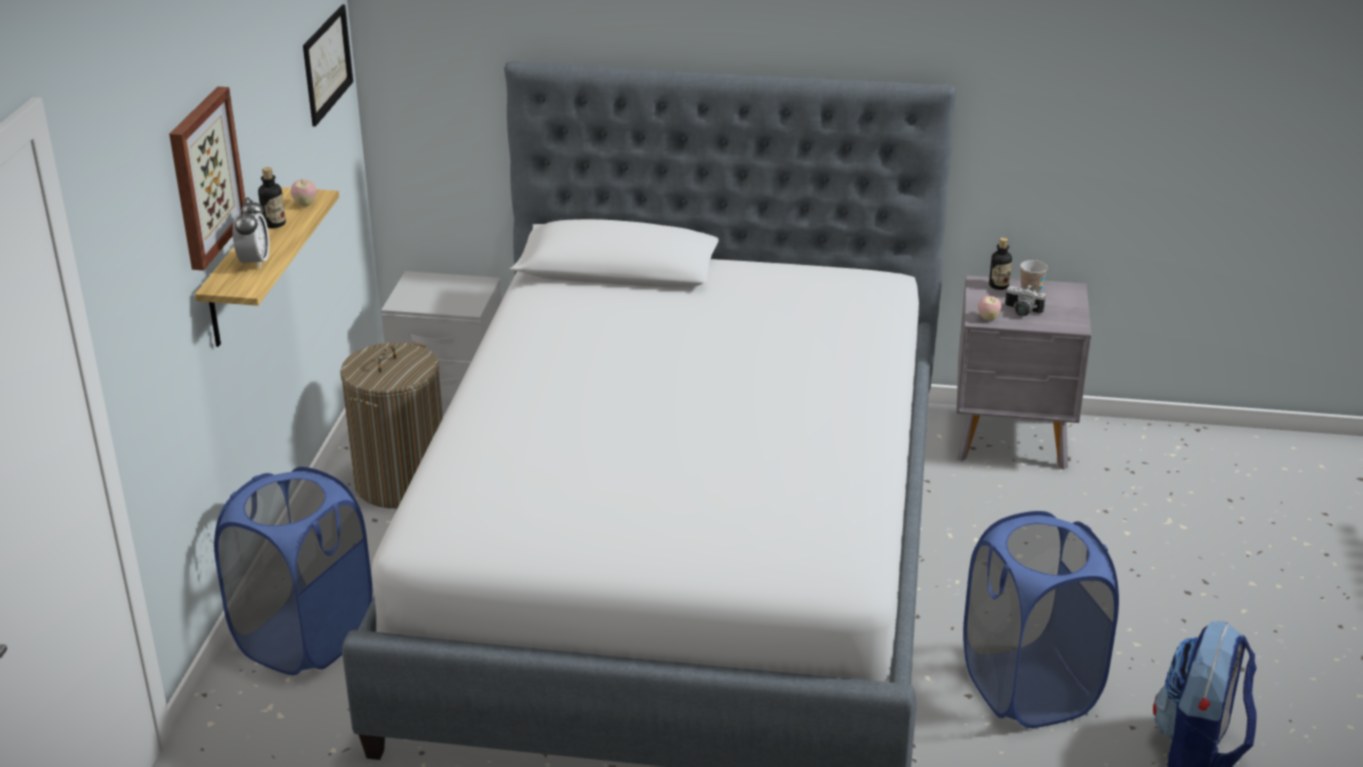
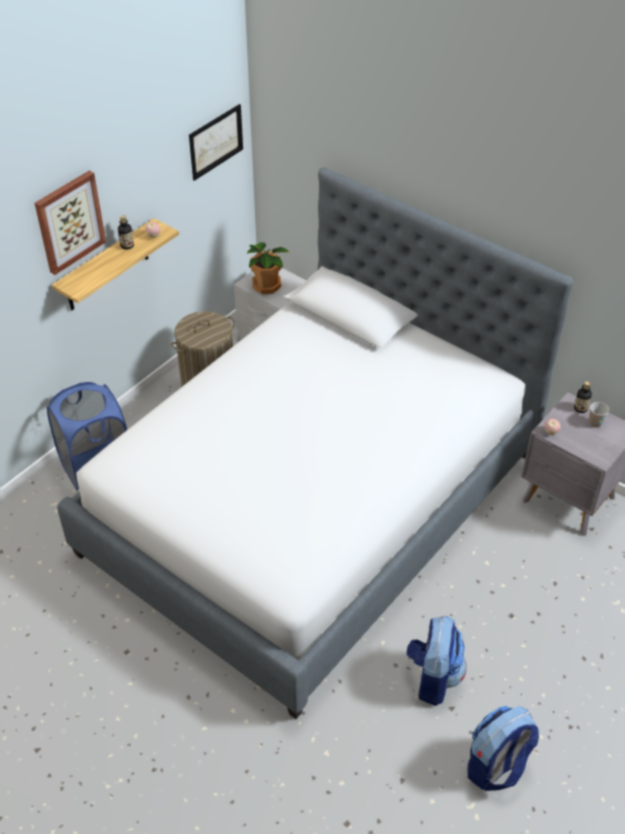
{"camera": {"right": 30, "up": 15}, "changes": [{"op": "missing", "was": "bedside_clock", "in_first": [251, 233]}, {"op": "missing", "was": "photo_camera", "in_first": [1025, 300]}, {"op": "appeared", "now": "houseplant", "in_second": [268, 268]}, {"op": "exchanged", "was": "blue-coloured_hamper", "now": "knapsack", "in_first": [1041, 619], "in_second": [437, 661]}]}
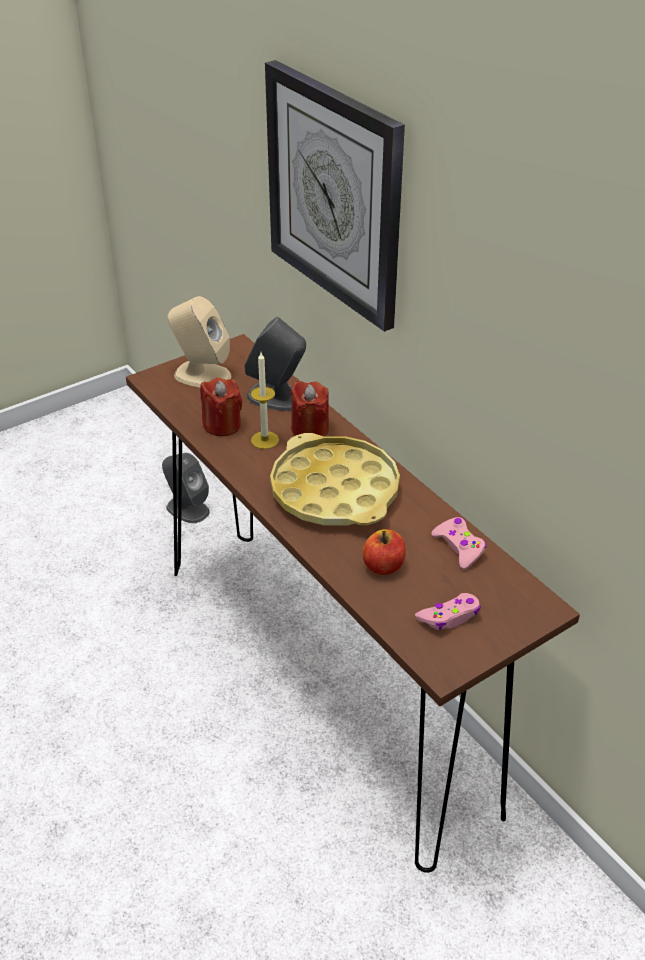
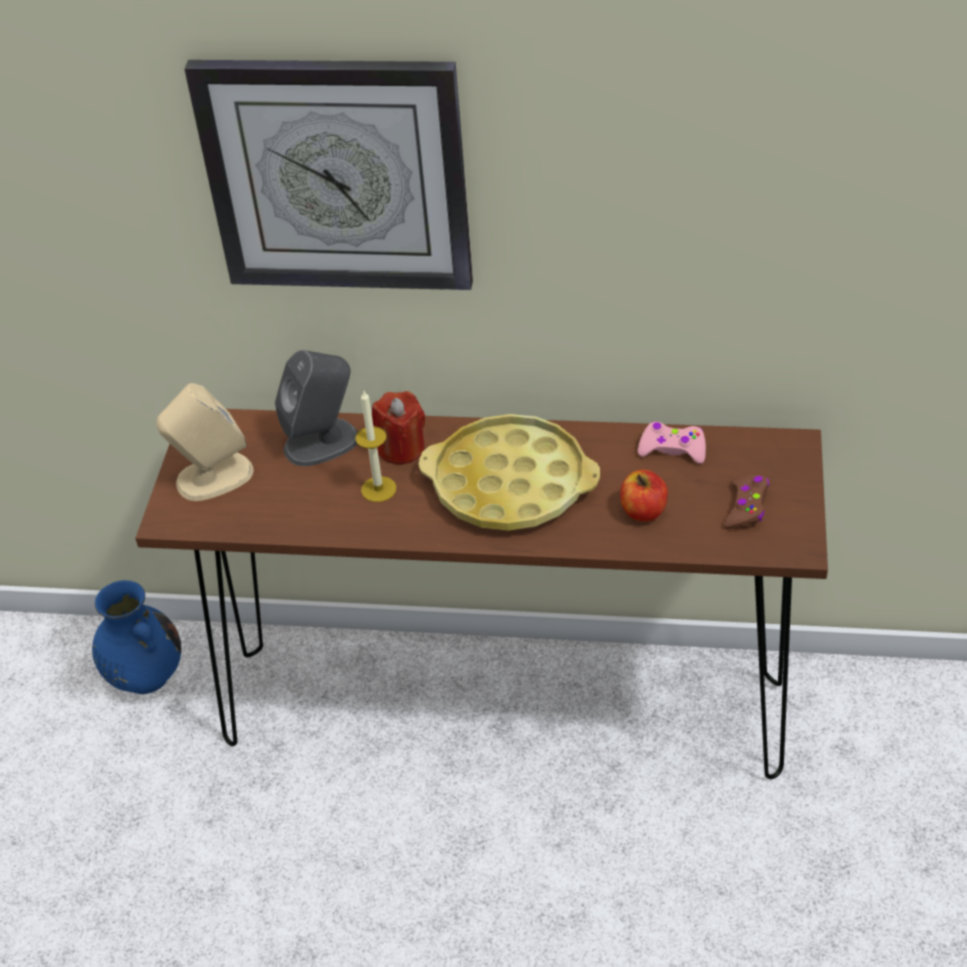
{"camera": {"right": -45, "up": 5}, "changes": [{"op": "missing", "was": "red_candle", "in_first": [221, 406]}, {"op": "exchanged", "was": "greyish_loudspeaker", "now": "blue-coloured_flower_vase", "in_first": [186, 488], "in_second": [136, 637]}, {"op": "colour", "was": "pink_gamepad", "now": "brown-coloured_gamepad", "in_first": [448, 611], "in_second": [746, 501]}]}
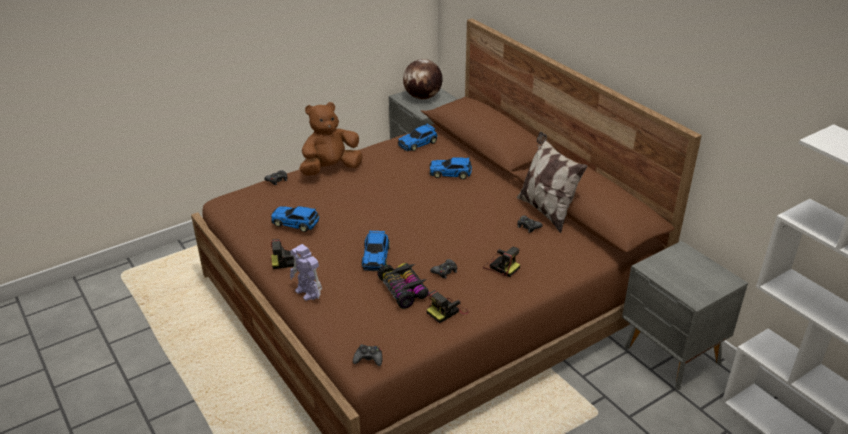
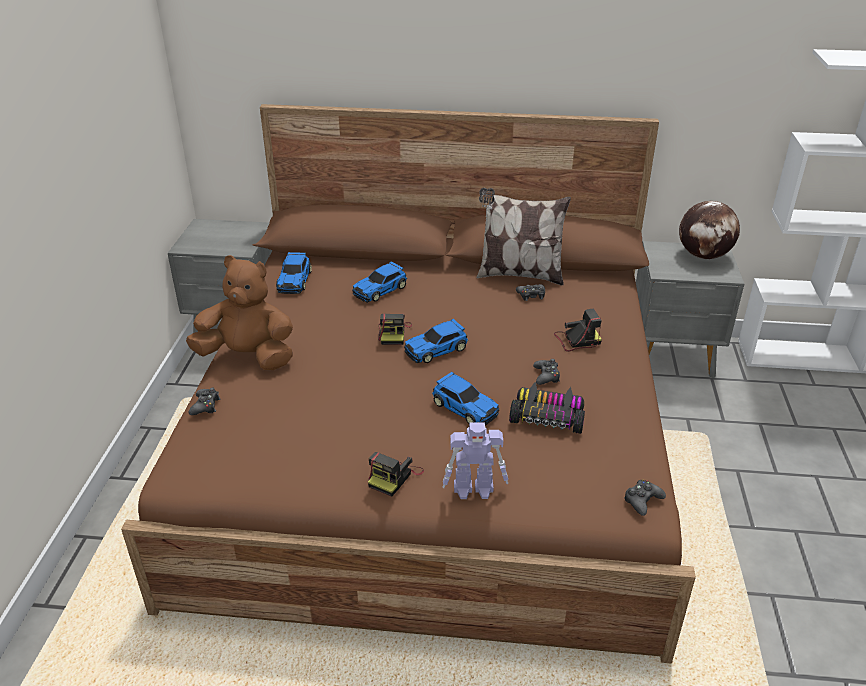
{"camera": {"right": -50, "up": 0}, "changes": [{"op": "relocated", "was": "model_car", "in_first": [295, 219], "in_second": [436, 341]}, {"op": "relocated", "was": "desk_globe", "in_first": [423, 79], "in_second": [709, 230]}, {"op": "relocated", "was": "photo_camera", "in_first": [448, 306], "in_second": [395, 329]}, {"op": "spun", "was": "brown-coloured_cuddly_toy", "in_first": [331, 139], "in_second": [239, 312], "clockwise": 90}]}
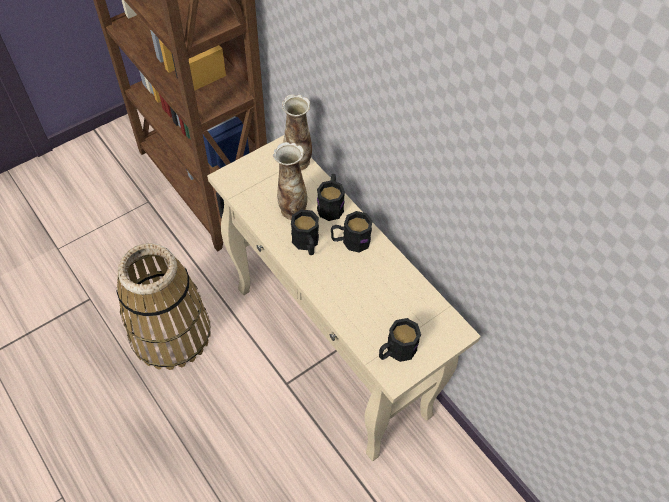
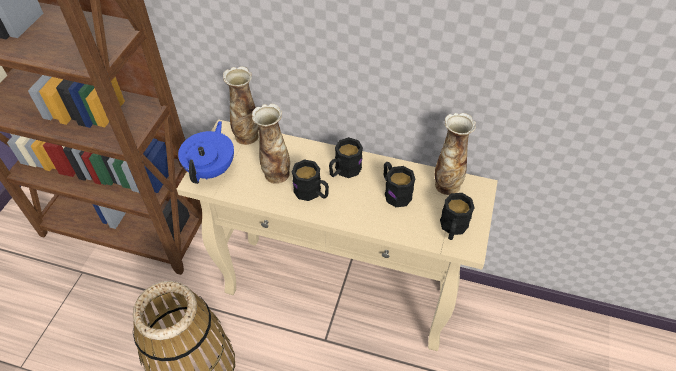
{"camera": {"right": -35, "up": -5}, "changes": [{"op": "appeared", "now": "blue-coloured_pot_for_tea", "in_second": [206, 152]}, {"op": "appeared", "now": "flower_vase", "in_second": [455, 154]}, {"op": "relocated", "was": "black_coffee_mug", "in_first": [331, 197], "in_second": [400, 184]}]}
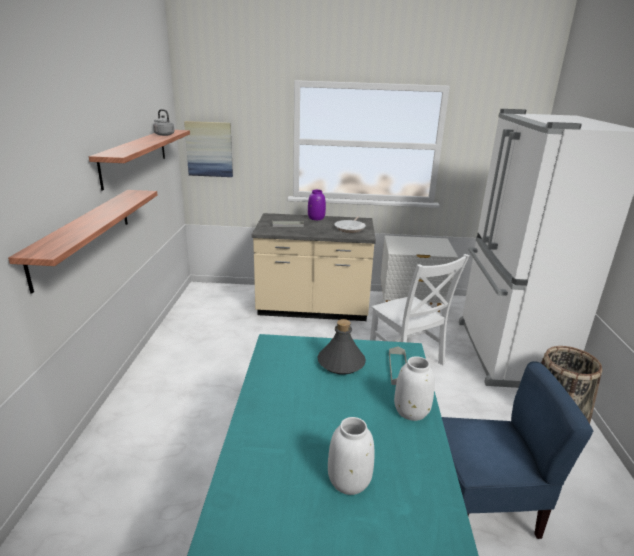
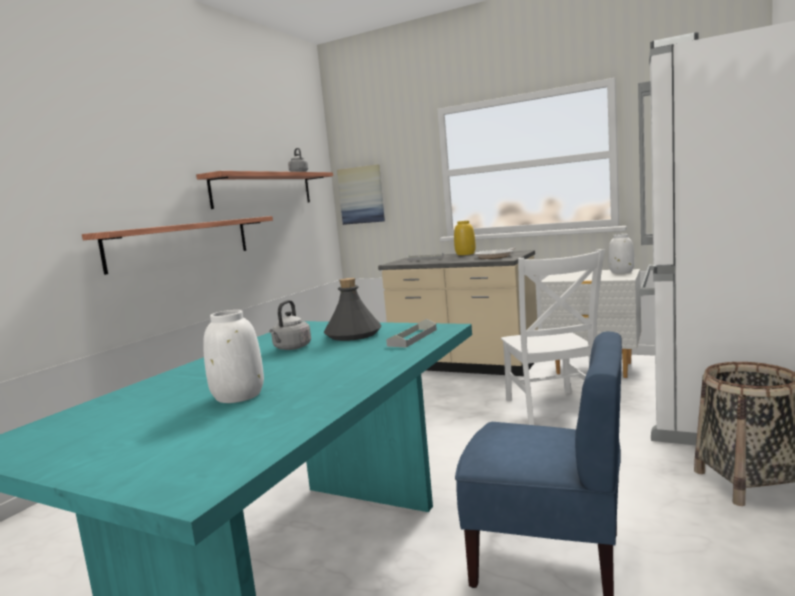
{"camera": {"right": 25, "up": -15}, "changes": [{"op": "appeared", "now": "greyish_kettle", "in_second": [290, 325]}, {"op": "relocated", "was": "whitish_flower_vase", "in_first": [414, 388], "in_second": [621, 253]}, {"op": "colour", "was": "purplish_flower_vase", "now": "yellow_flower_vase", "in_first": [317, 205], "in_second": [465, 238]}]}
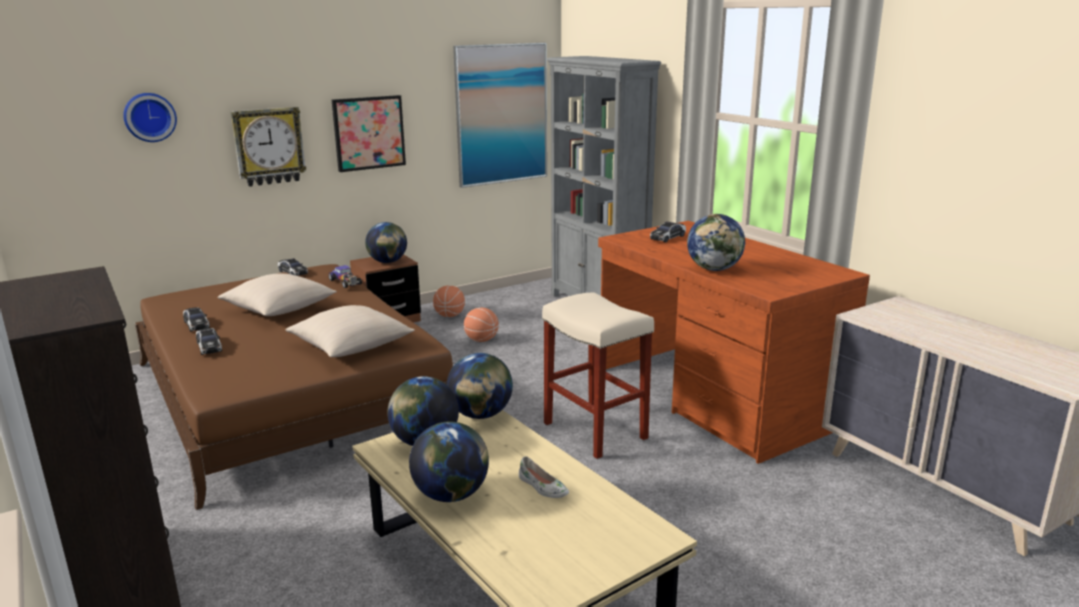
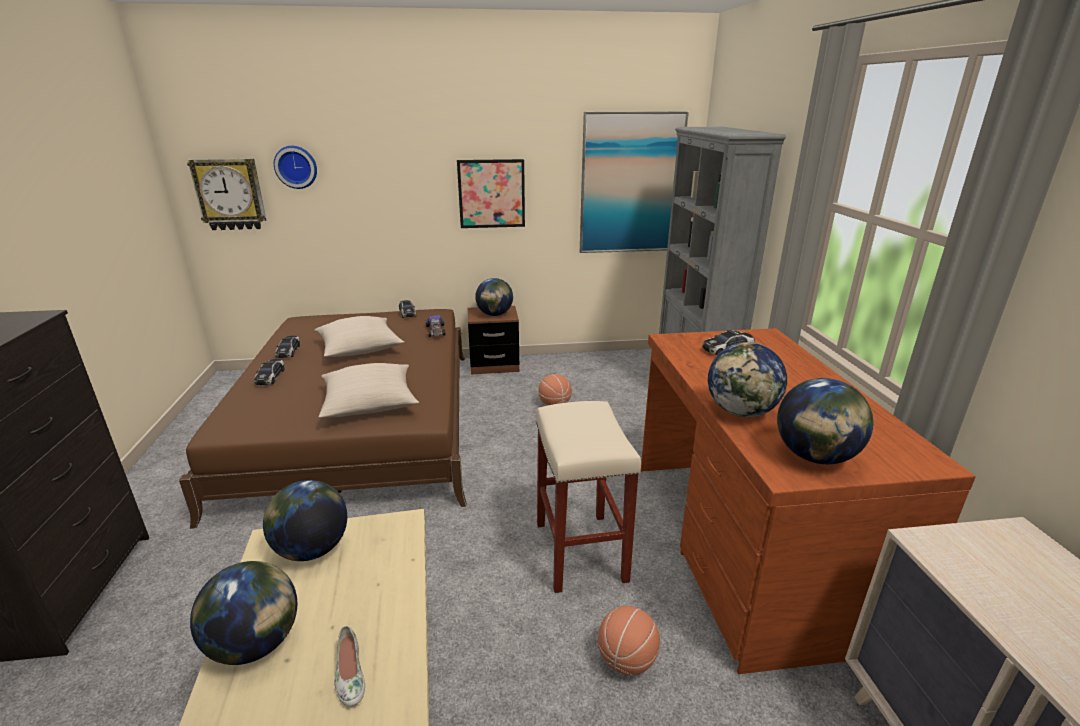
{"camera": {"right": 25, "up": 5}, "changes": [{"op": "relocated", "was": "hanging_clock", "in_first": [268, 147], "in_second": [226, 194]}, {"op": "relocated", "was": "ball_for_basketball", "in_first": [449, 301], "in_second": [629, 640]}, {"op": "relocated", "was": "desk_globe", "in_first": [480, 386], "in_second": [825, 421]}]}
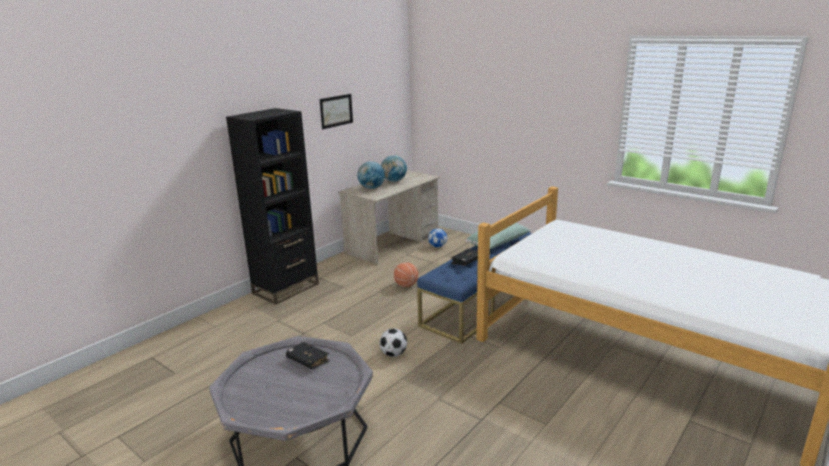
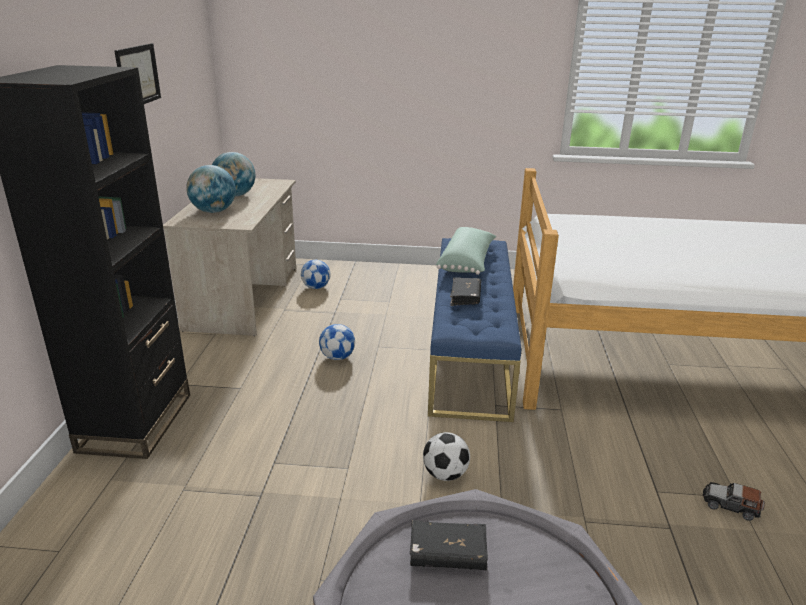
{"camera": {"right": -35, "up": 5}, "changes": [{"op": "appeared", "now": "model_car", "in_second": [734, 501]}, {"op": "exchanged", "was": "ball_for_basketball", "now": "ball_for_football", "in_first": [406, 274], "in_second": [337, 342]}]}
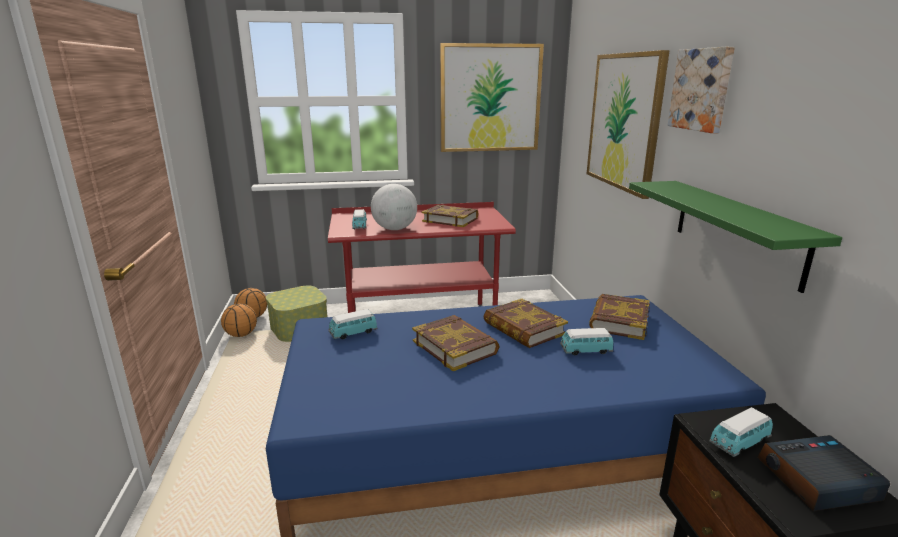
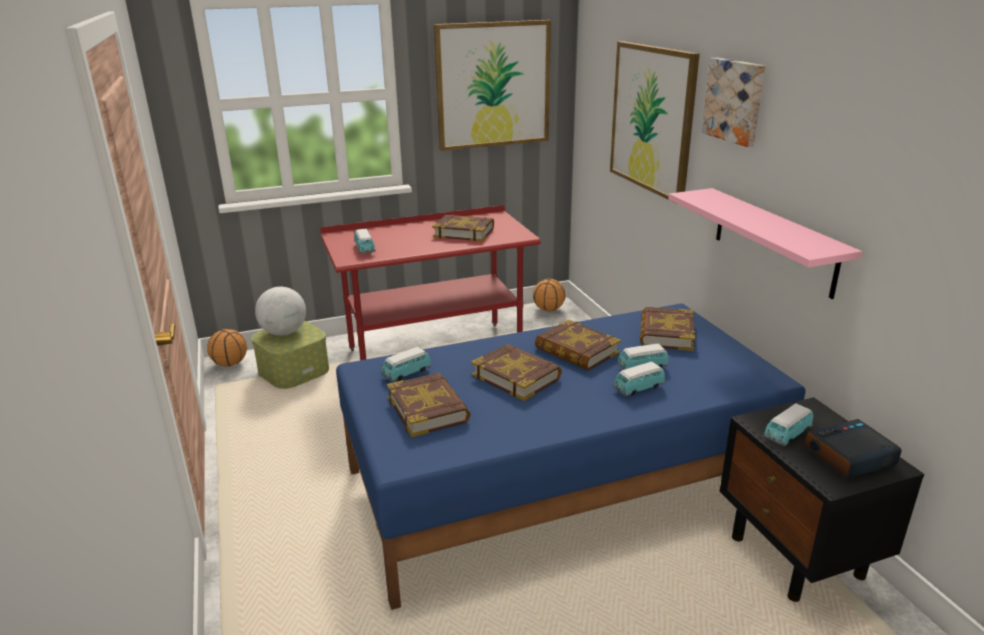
{"camera": {"right": -10, "up": 5}, "changes": [{"op": "appeared", "now": "volume", "in_second": [429, 405]}, {"op": "appeared", "now": "model_car", "in_second": [639, 378]}, {"op": "relocated", "was": "ball_for_basketball", "in_first": [239, 320], "in_second": [549, 295]}, {"op": "relocated", "was": "desk_globe", "in_first": [394, 207], "in_second": [280, 311]}, {"op": "colour", "was": "green-coloured_bracket_shelf", "now": "pink_bracket_shelf", "in_first": [735, 237], "in_second": [765, 243]}]}
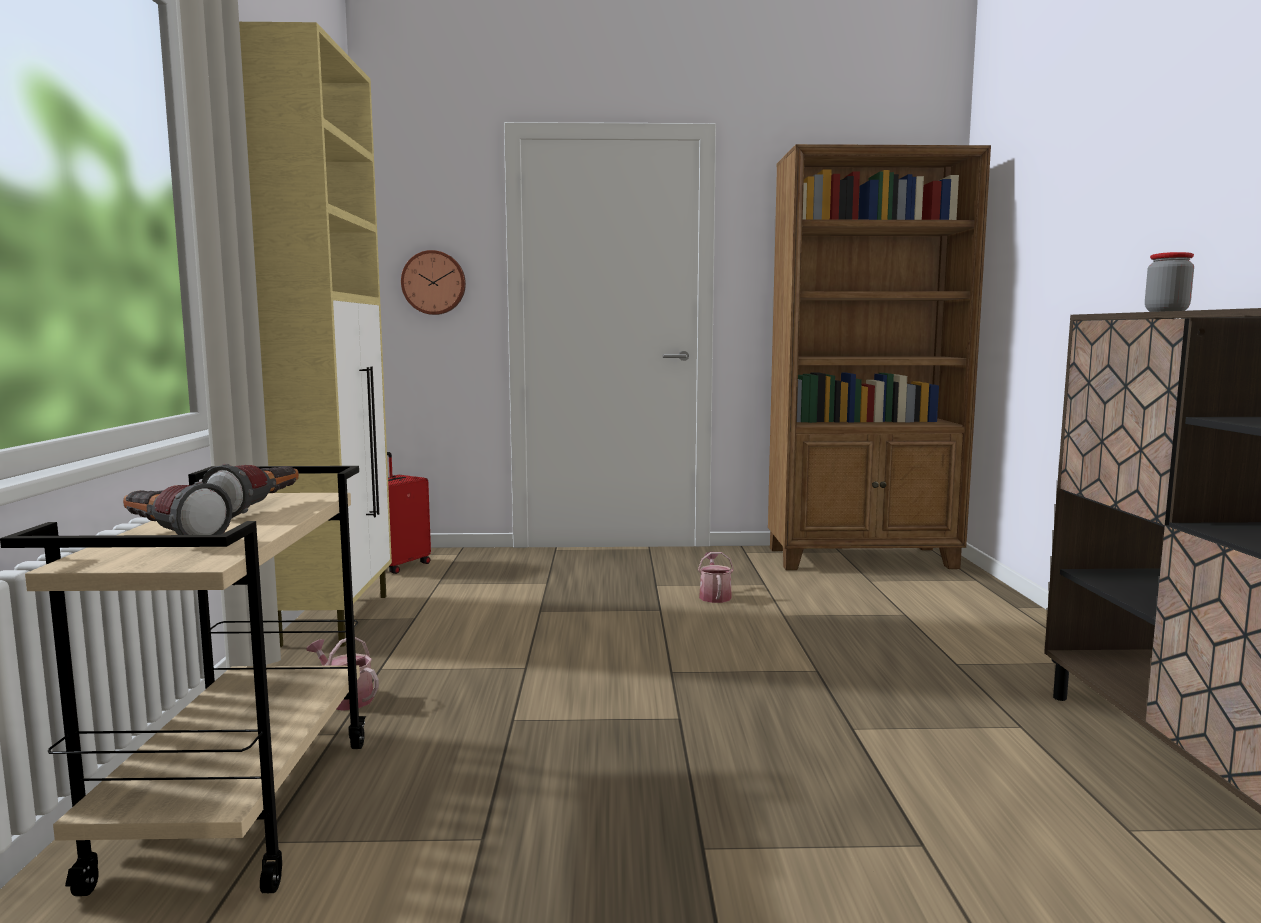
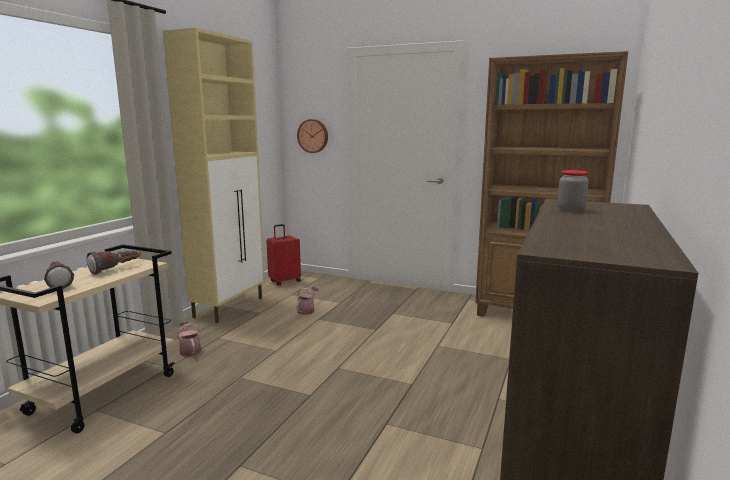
{"camera": {"right": 25, "up": 5}, "changes": [{"op": "relocated", "was": "watering_pot", "in_first": [716, 577], "in_second": [307, 301]}]}
